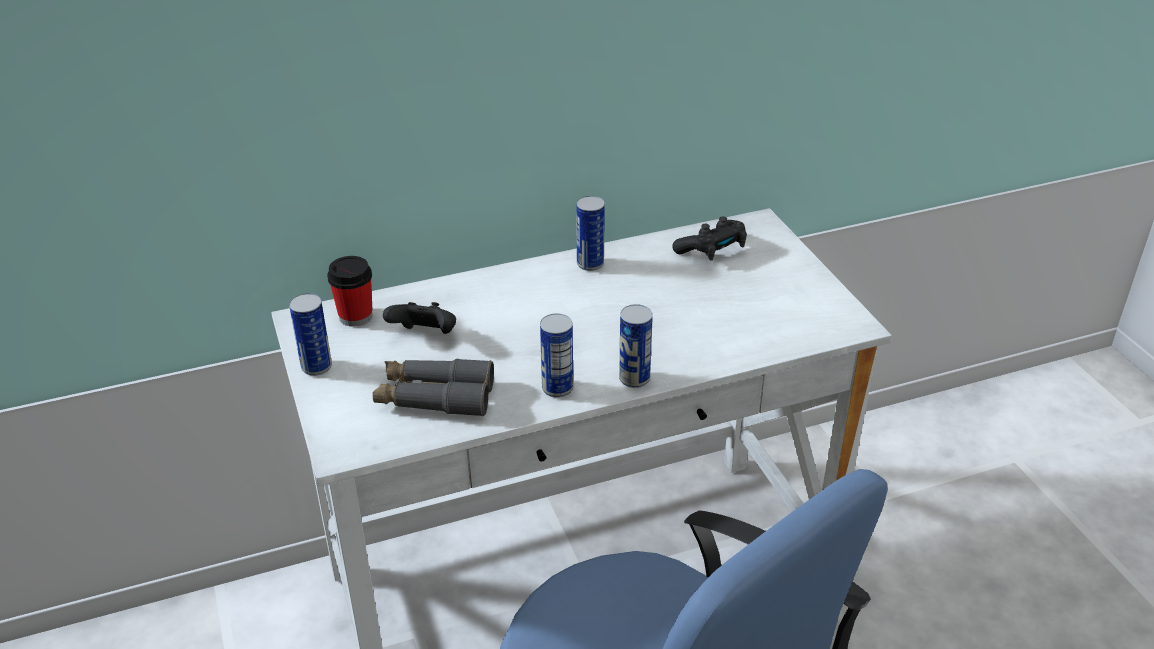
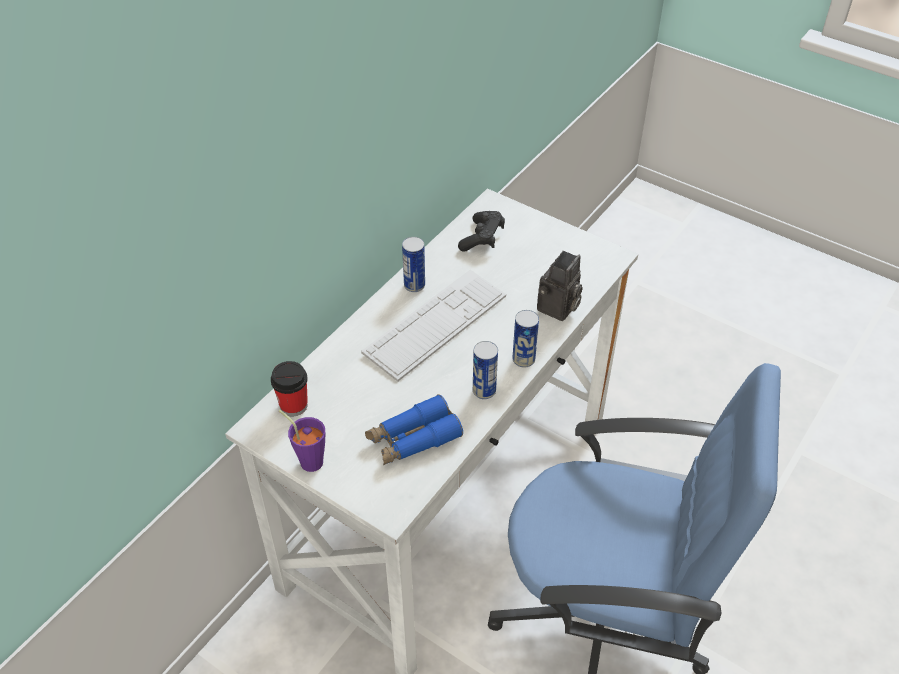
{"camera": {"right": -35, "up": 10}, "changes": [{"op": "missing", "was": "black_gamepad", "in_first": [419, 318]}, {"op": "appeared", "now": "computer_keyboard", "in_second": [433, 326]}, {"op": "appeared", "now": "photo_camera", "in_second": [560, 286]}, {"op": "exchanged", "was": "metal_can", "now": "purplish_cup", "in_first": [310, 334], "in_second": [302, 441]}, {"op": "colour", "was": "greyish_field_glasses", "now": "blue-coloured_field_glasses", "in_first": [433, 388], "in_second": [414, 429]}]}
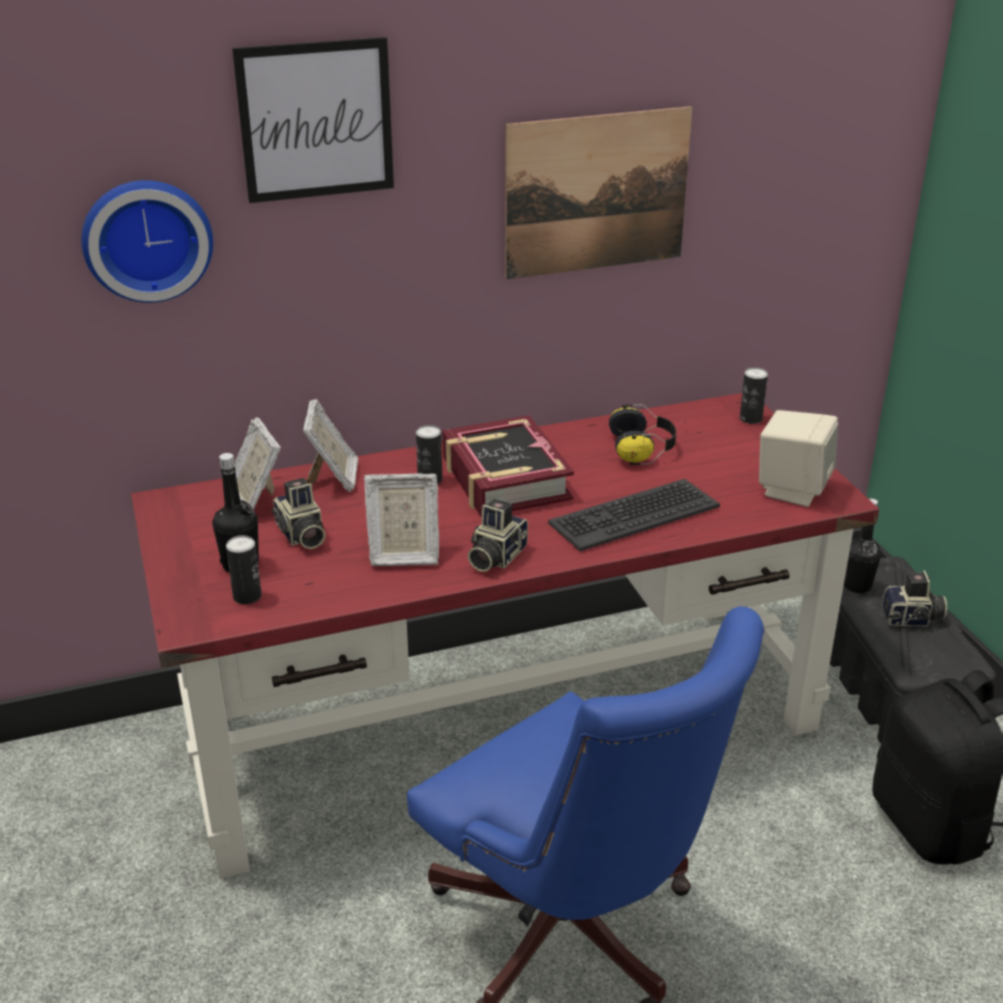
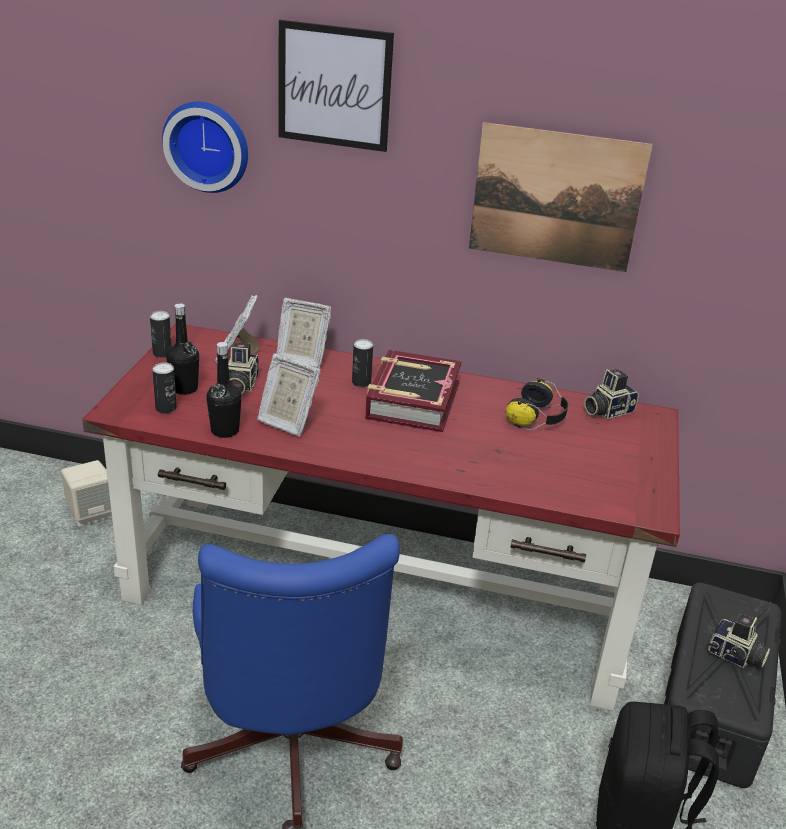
{"camera": {"right": 30, "up": 0}, "changes": [{"op": "missing", "was": "computer_keyboard", "in_first": [634, 515]}, {"op": "relocated", "was": "photo_camera", "in_first": [498, 535], "in_second": [611, 394]}, {"op": "relocated", "was": "metal_can", "in_first": [754, 395], "in_second": [161, 334]}, {"op": "relocated", "was": "sand-coloured_loudspeaker", "in_first": [798, 458], "in_second": [86, 493]}, {"op": "relocated", "was": "black_bottle", "in_first": [862, 546], "in_second": [224, 390]}, {"op": "spun", "was": "standing_frame", "in_first": [330, 445], "in_second": [303, 333], "clockwise": 75}]}
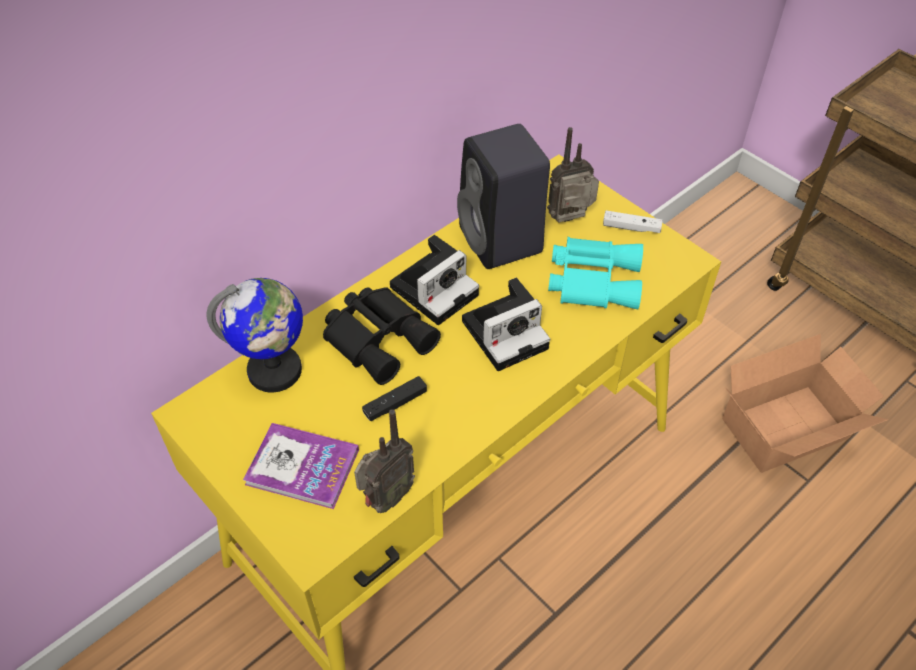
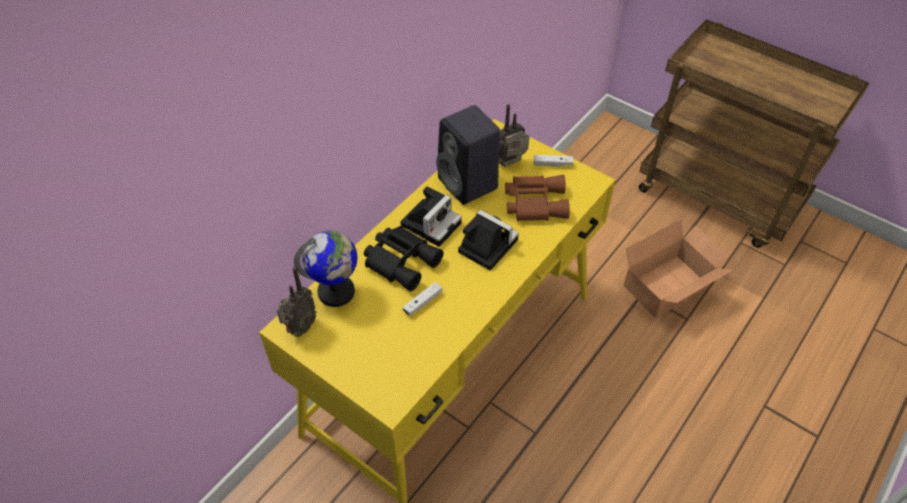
{"camera": {"right": -10, "up": 0}, "changes": [{"op": "missing", "was": "volume", "in_first": [301, 466]}, {"op": "relocated", "was": "radio_receiver", "in_first": [384, 461], "in_second": [297, 302]}, {"op": "colour", "was": "black_gamepad", "now": "whitish_gamepad", "in_first": [394, 398], "in_second": [422, 299]}, {"op": "colour", "was": "turquoise_field_glasses", "now": "brown-coloured_field_glasses", "in_first": [595, 273], "in_second": [537, 198]}, {"op": "spun", "was": "photo_camera", "in_first": [506, 324], "in_second": [488, 240], "clockwise": -105}]}
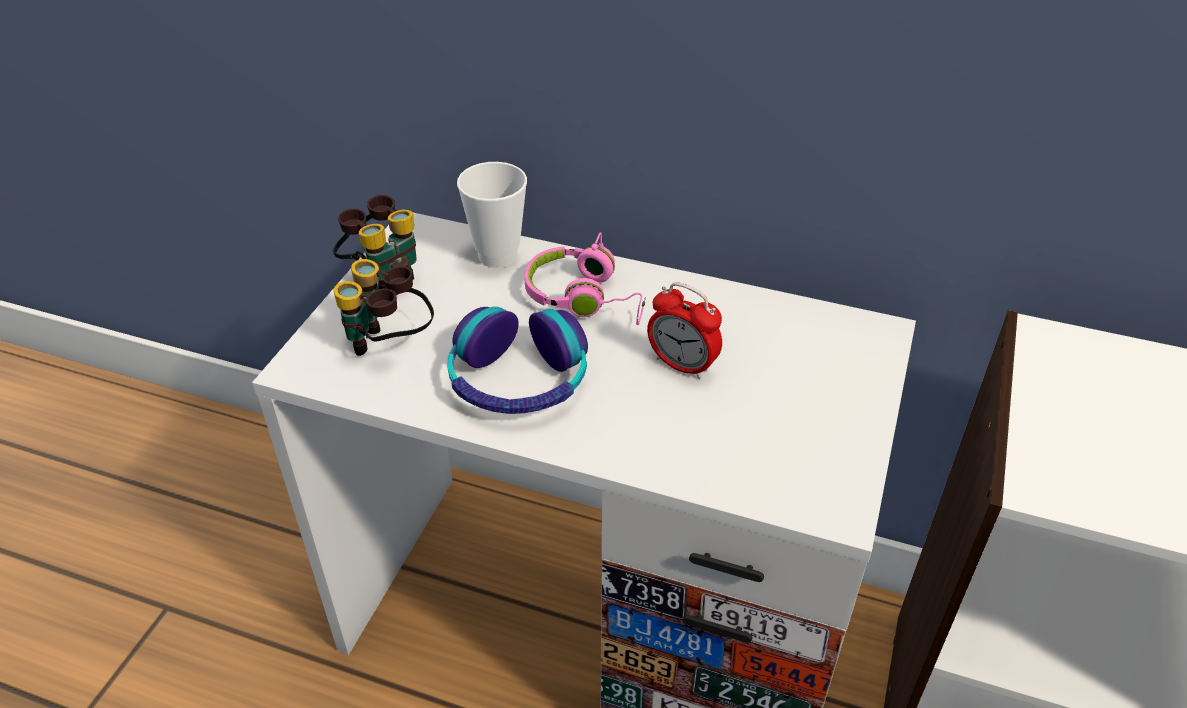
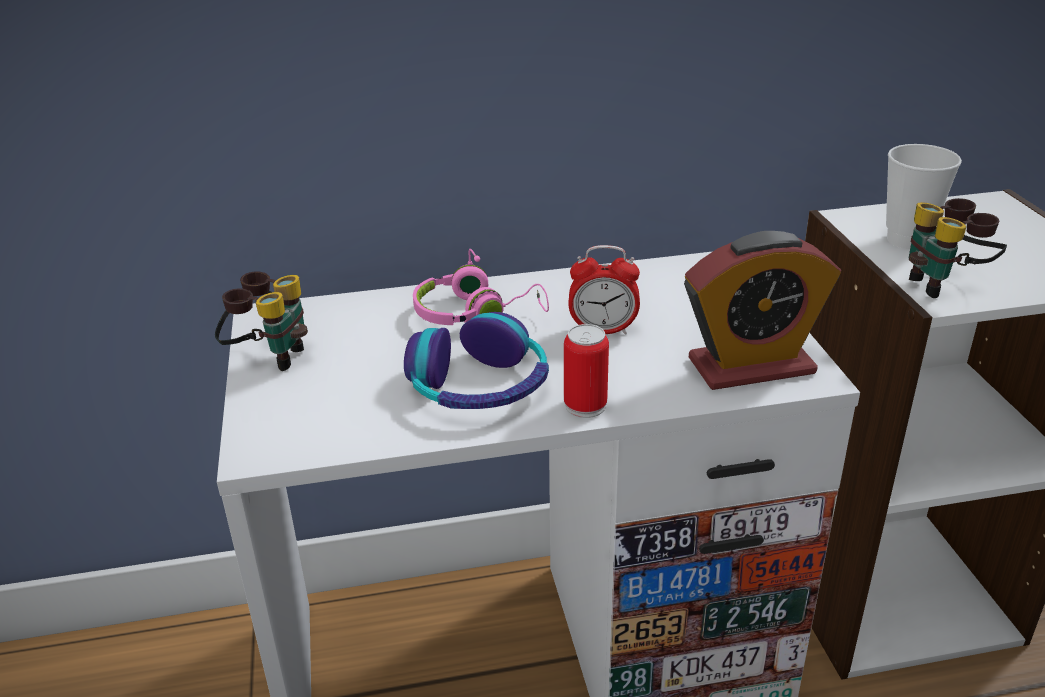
{"camera": {"right": -30, "up": -10}, "changes": [{"op": "appeared", "now": "metal_can", "in_second": [586, 371]}, {"op": "appeared", "now": "bedside_clock", "in_second": [762, 310]}, {"op": "relocated", "was": "field_glasses", "in_first": [383, 307], "in_second": [957, 248]}, {"op": "relocated", "was": "cup", "in_first": [492, 215], "in_second": [924, 196]}]}
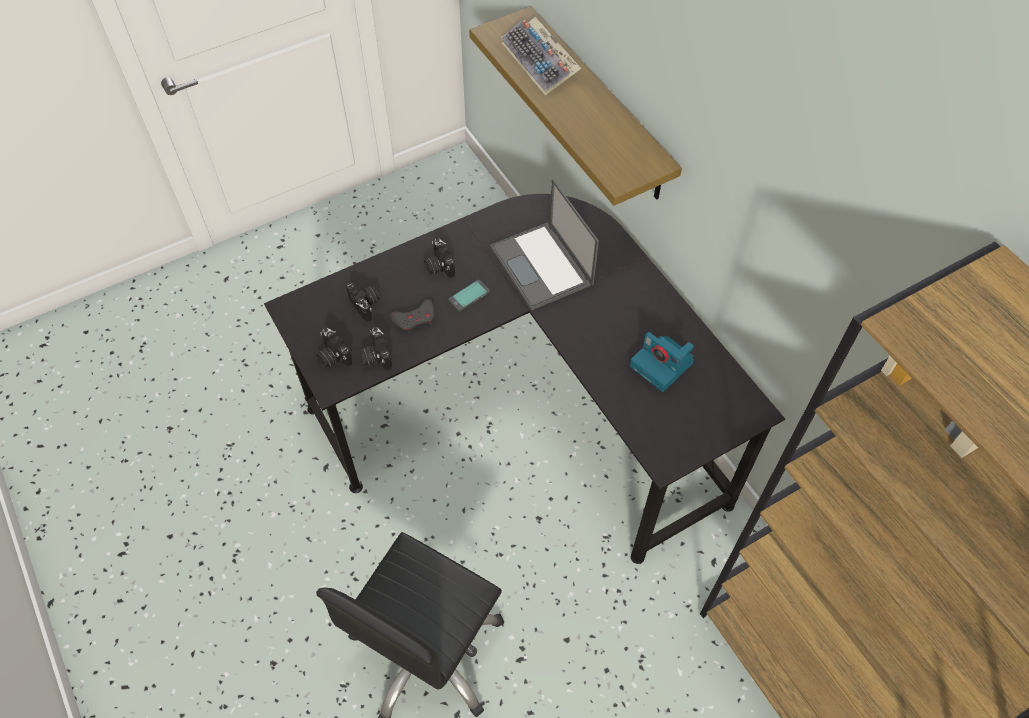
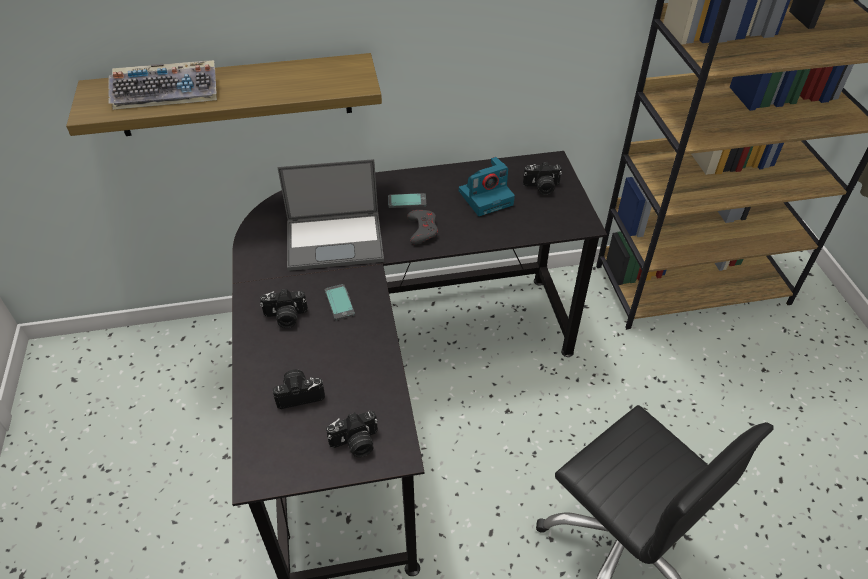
{"camera": {"right": -70, "up": -10}, "changes": [{"op": "appeared", "now": "handset", "in_second": [407, 200]}, {"op": "relocated", "was": "photo_camera", "in_first": [376, 349], "in_second": [542, 178]}, {"op": "relocated", "was": "greyish_gamepad", "in_first": [412, 316], "in_second": [422, 227]}]}
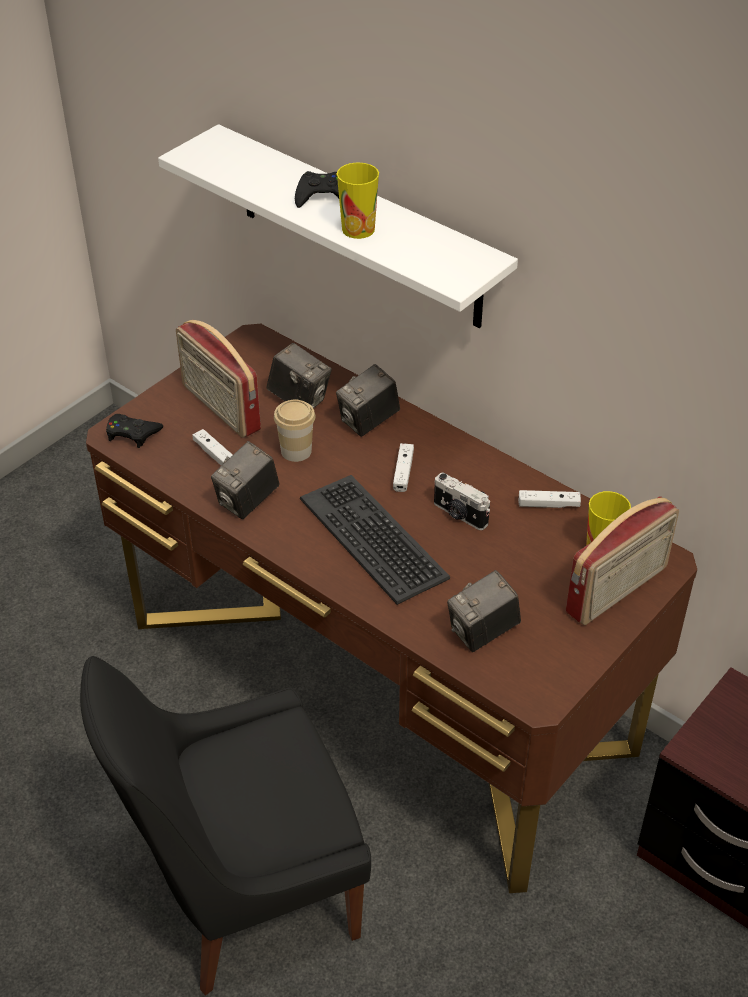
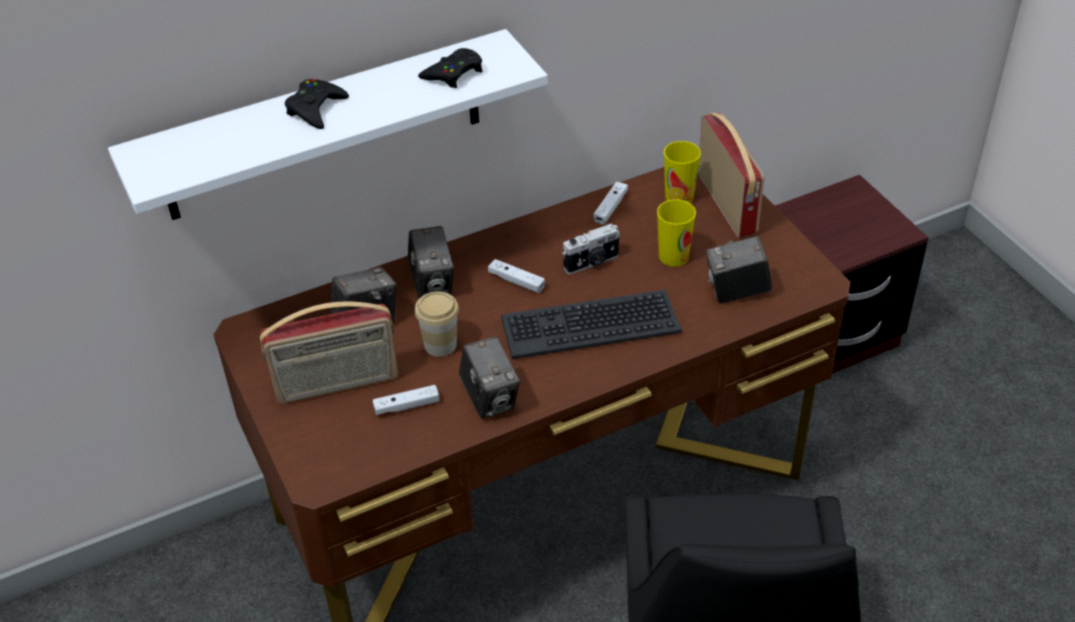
{"camera": {"right": -65, "up": 0}, "changes": [{"op": "relocated", "was": "black_gamepad", "in_first": [134, 431], "in_second": [450, 68]}, {"op": "relocated", "was": "cup", "in_first": [358, 200], "in_second": [676, 233]}, {"op": "spun", "was": "photo_camera", "in_first": [484, 611], "in_second": [739, 270], "clockwise": 90}]}
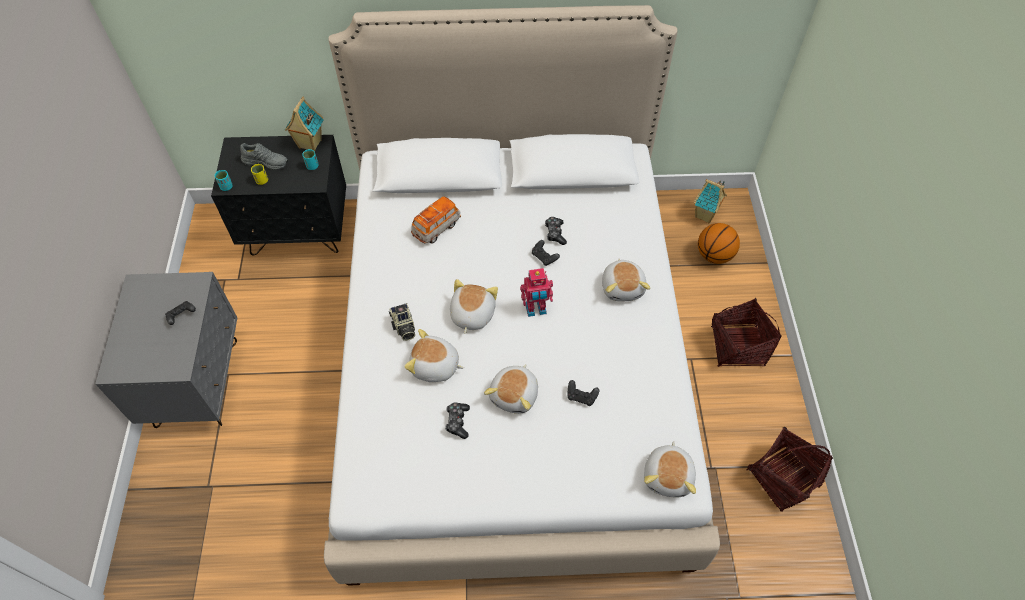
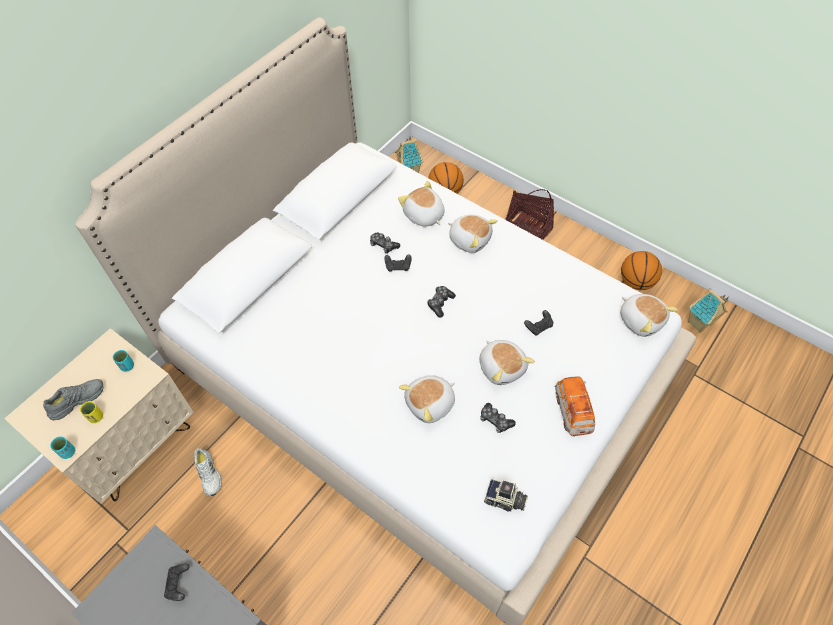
{"camera": {"right": -50, "up": 0}, "changes": [{"op": "appeared", "now": "whitish_low_shoe", "in_second": [208, 472]}, {"op": "relocated", "was": "toy_house", "in_first": [304, 124], "in_second": [708, 310]}, {"op": "relocated", "was": "photo_camera", "in_first": [402, 322], "in_second": [506, 495]}, {"op": "relocated", "was": "model_car", "in_first": [436, 220], "in_second": [575, 407]}, {"op": "relocated", "was": "cuddly_toy", "in_first": [474, 306], "in_second": [421, 204]}, {"op": "exchanged", "was": "toy_robot", "now": "gamepad", "in_first": [536, 292], "in_second": [441, 302]}, {"op": "exchanged", "was": "basket", "now": "ball_for_basketball", "in_first": [790, 469], "in_second": [641, 270]}, {"op": "colour", "was": "black_night_table", "now": "sand-coloured_night_table", "in_first": [278, 195], "in_second": [99, 416]}]}
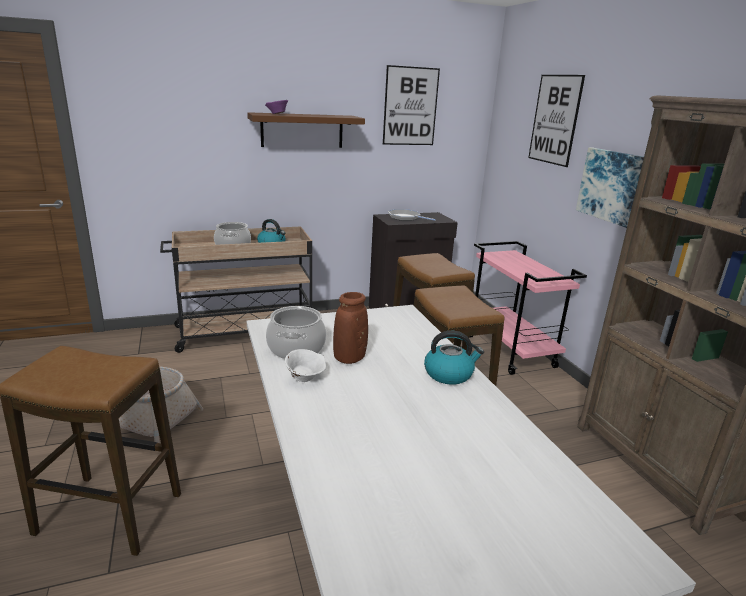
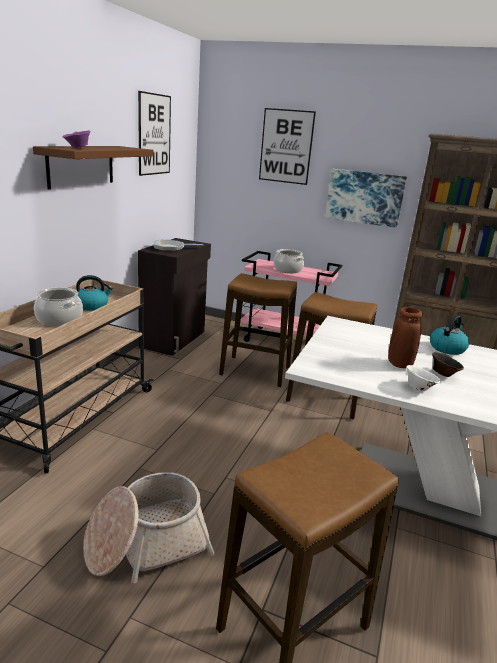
{"camera": {"right": -50, "up": 0}, "changes": [{"op": "appeared", "now": "brown-coloured_deep_dish", "in_second": [448, 364]}, {"op": "relocated", "was": "saucepot", "in_first": [296, 332], "in_second": [289, 261]}]}
